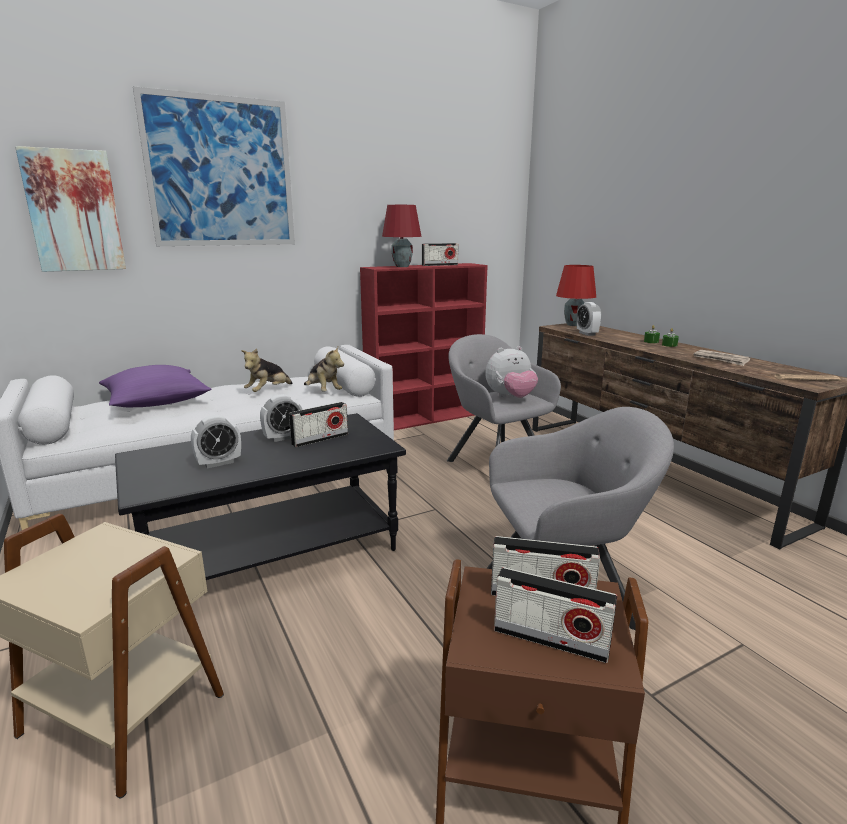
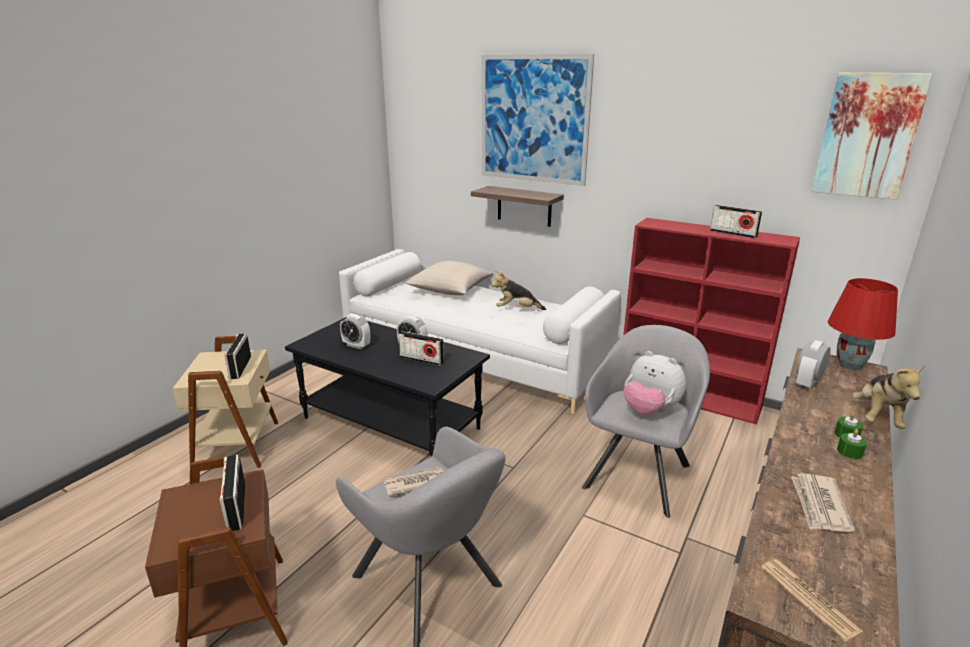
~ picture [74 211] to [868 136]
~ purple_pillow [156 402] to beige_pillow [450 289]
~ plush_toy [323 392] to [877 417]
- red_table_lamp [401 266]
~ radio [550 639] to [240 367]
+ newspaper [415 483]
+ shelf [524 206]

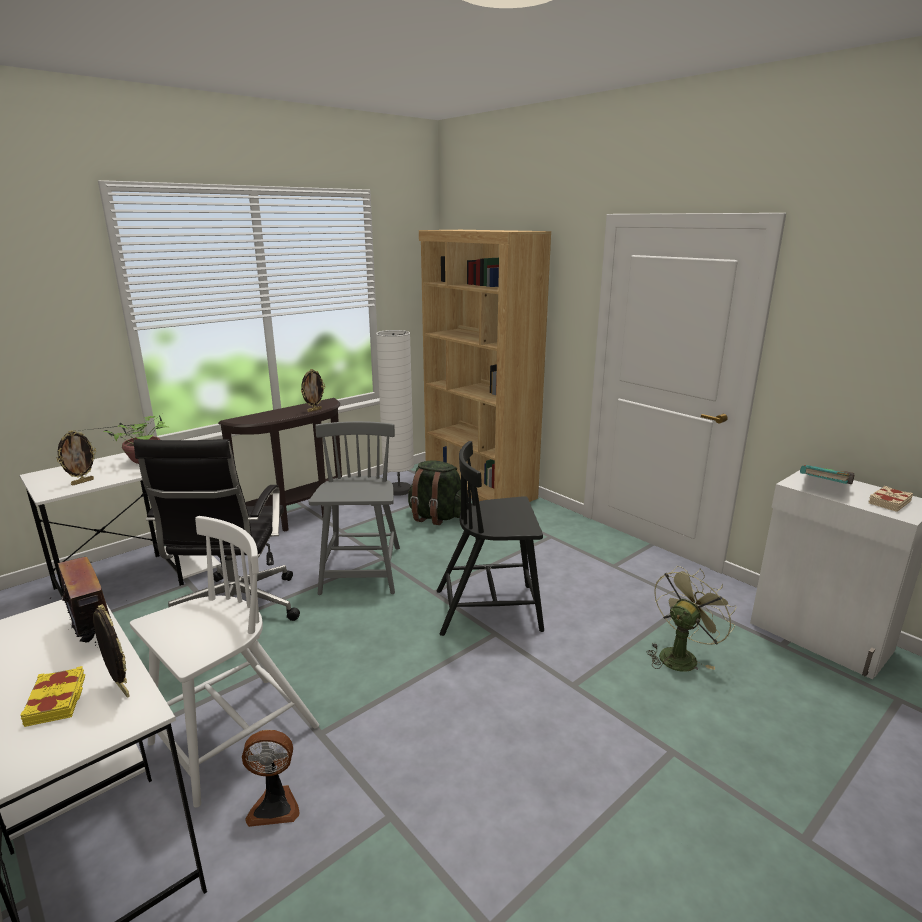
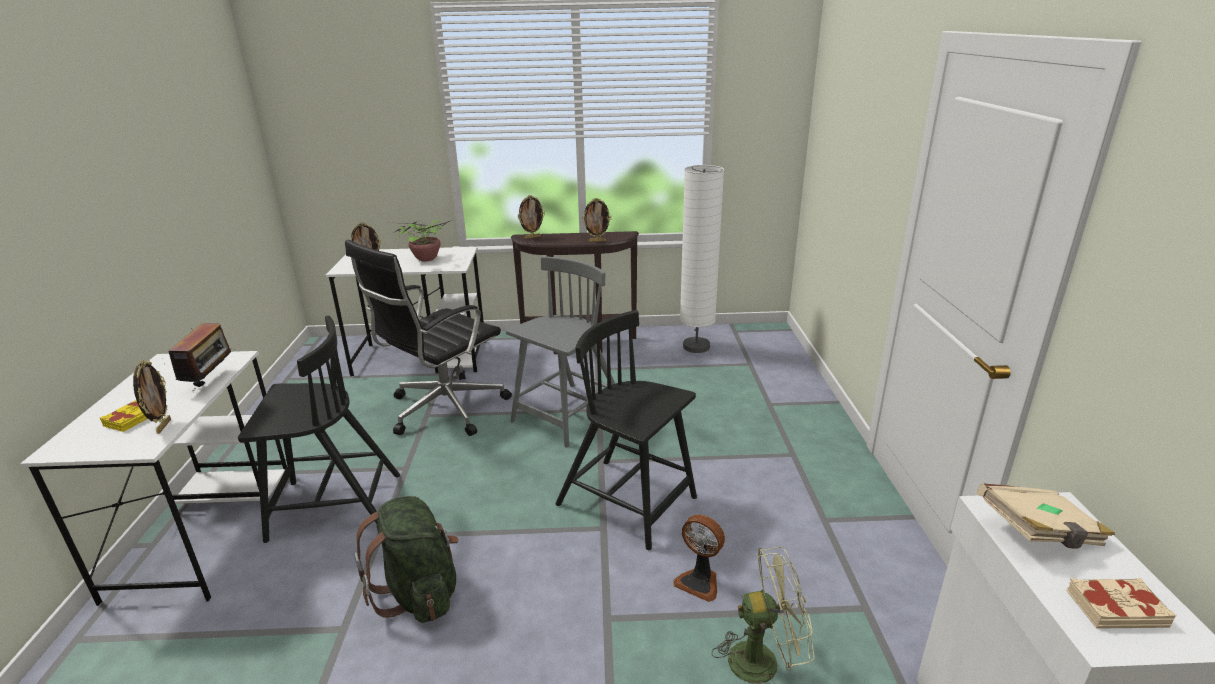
~ white_chair [232 737] to black_chair [333 506]
~ fan [275 805] to [699 582]
~ green_backpack [436 517] to [419 592]
- brown_bookcase [479 487]
~ turquoise_book [825 486] to beige_book [1039 533]
+ picture_frame [532 237]

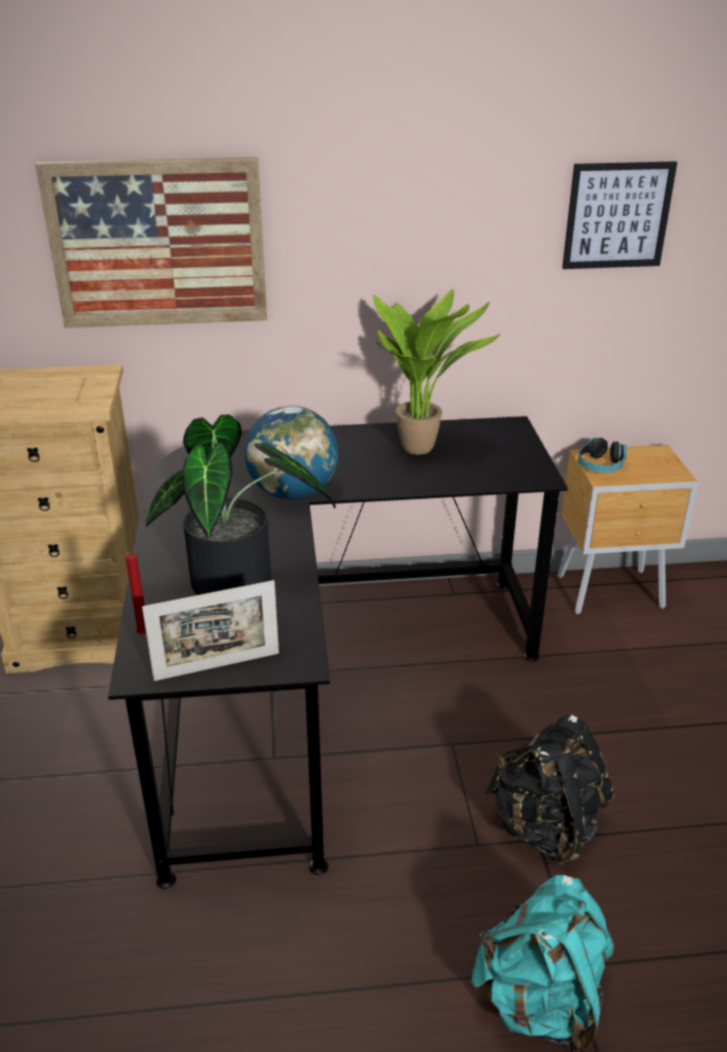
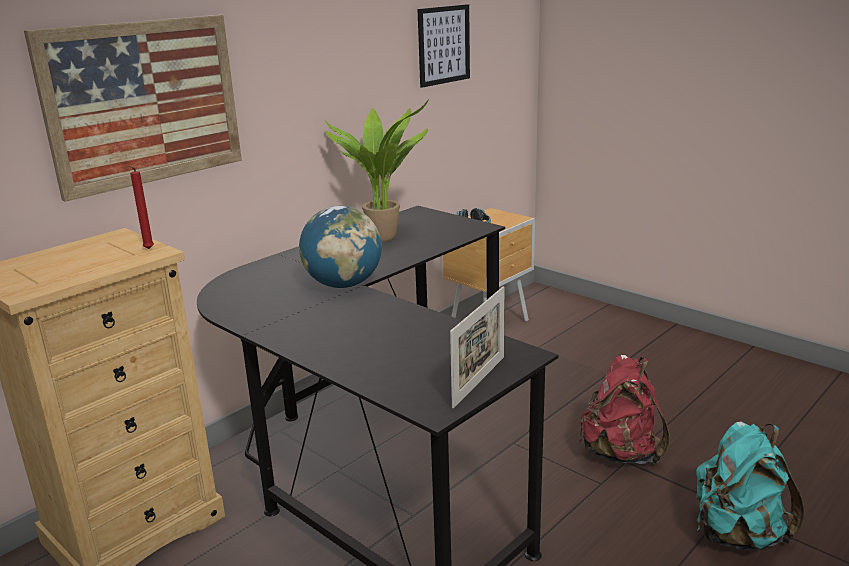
~ red_candle [141 635] to [148 249]
- potted_plant [240 585]
~ black_backpack [545 827] to red_backpack [620 453]

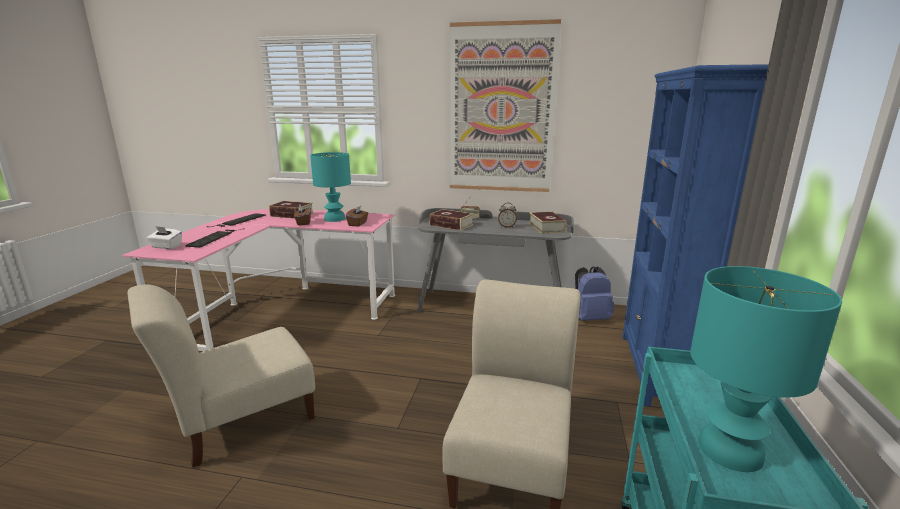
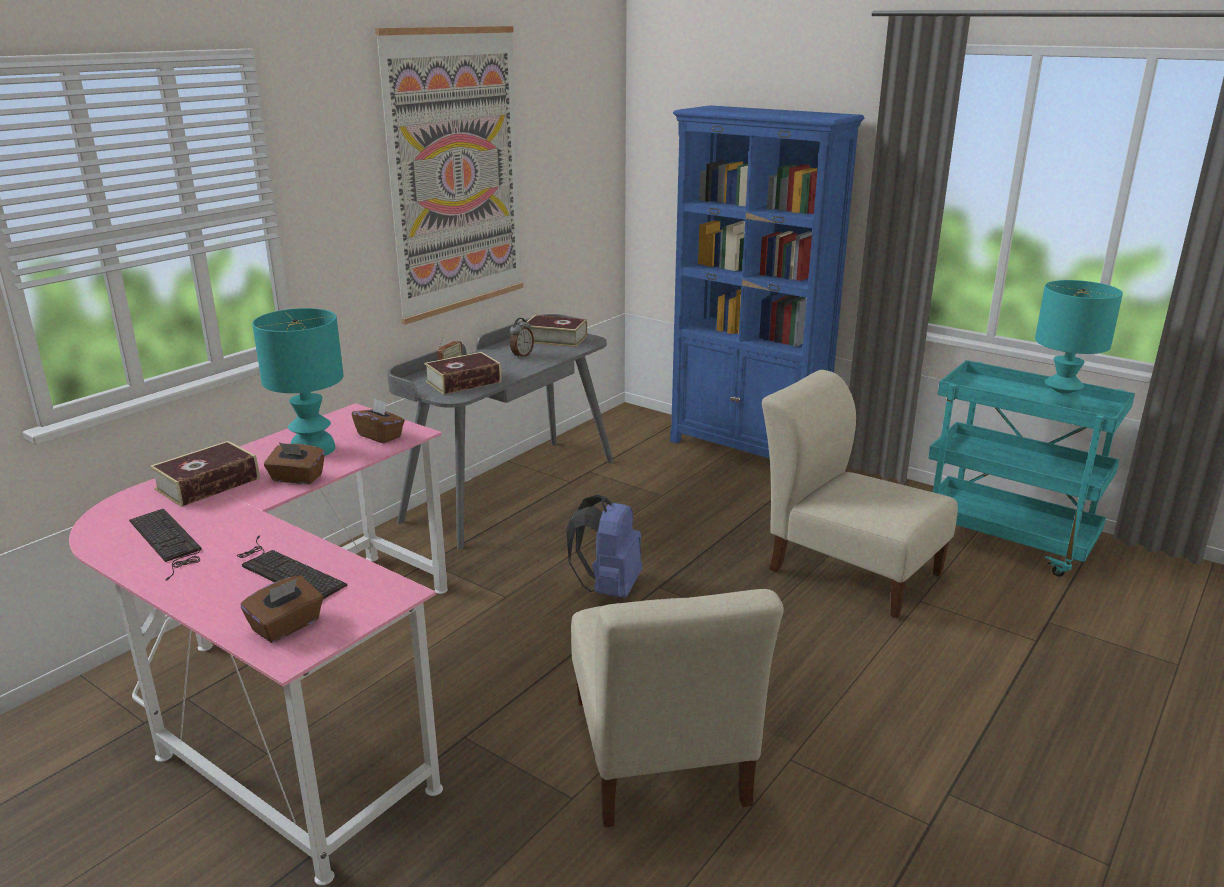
~ white_tissue_box [166 246] to brown_tissue_box [287 626]
~ blue_backpack [589 318] to [608 588]

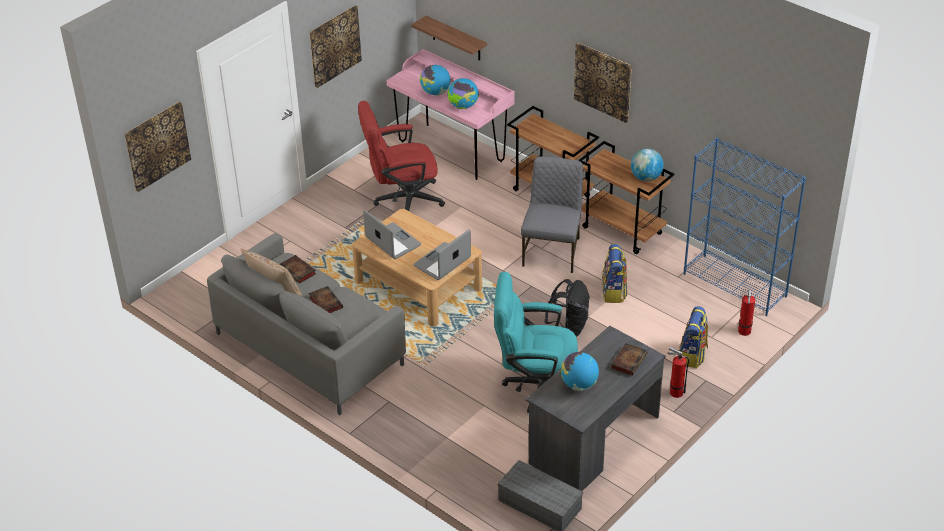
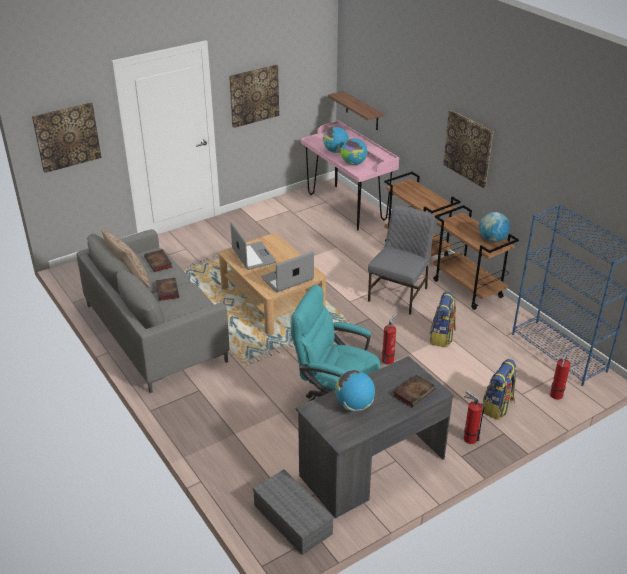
- red_office_chair [402 200]
~ black_backpack [569 328] to fire_extinguisher [388 359]

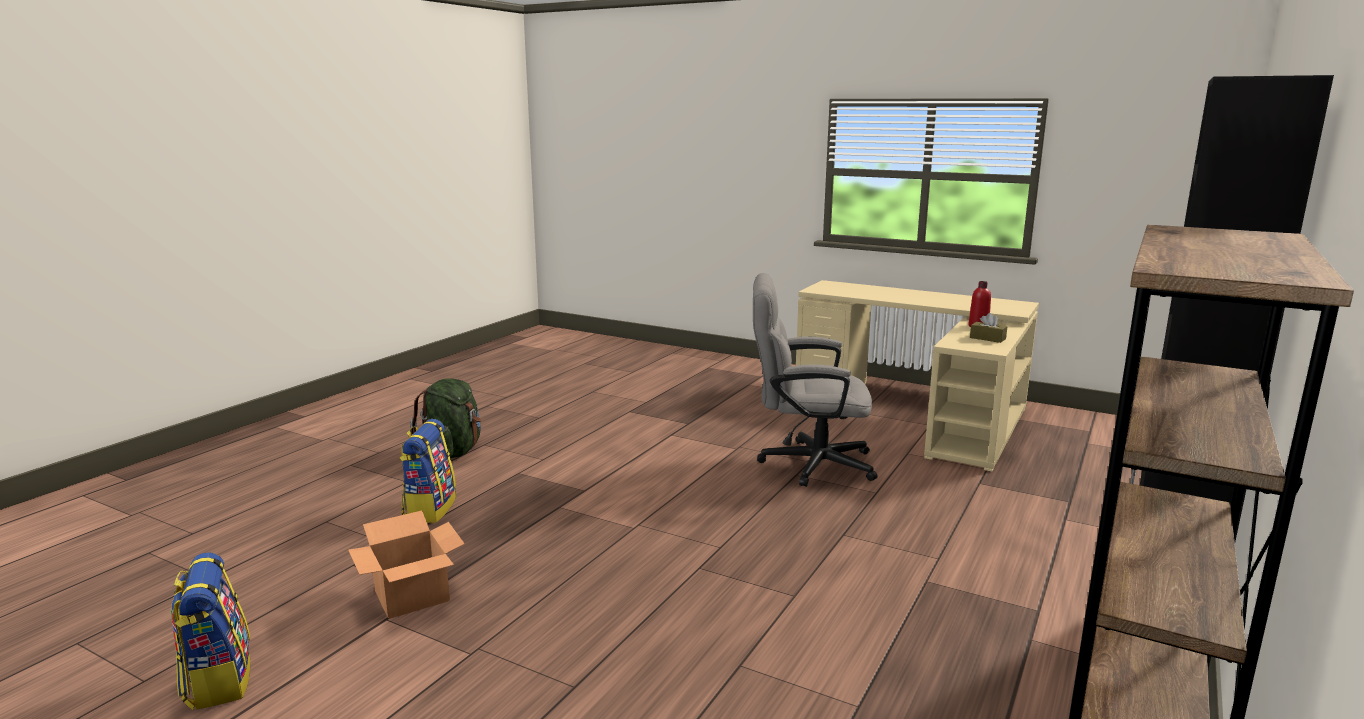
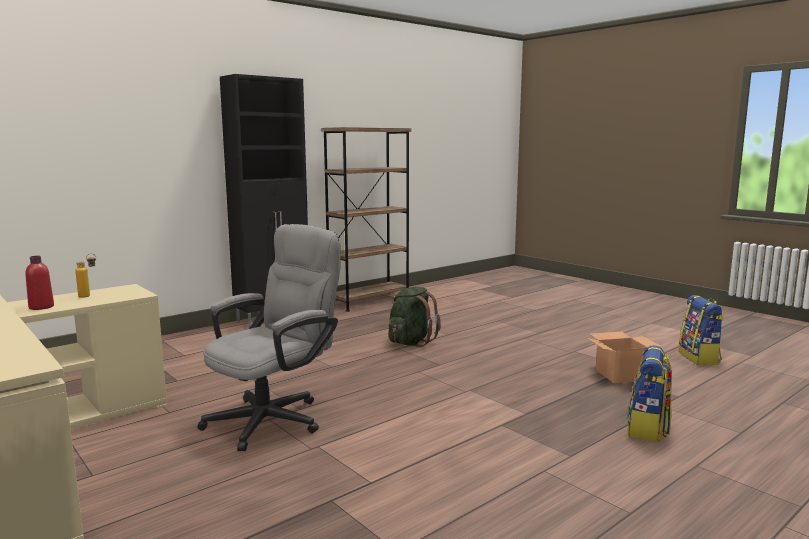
~ green_backpack [453 452] to [411 342]
~ grey_office_chair [806 463] = [275 417] 75 degrees counterclockwise
~ brown_tissue_box [987 338] to bottle [89 296]

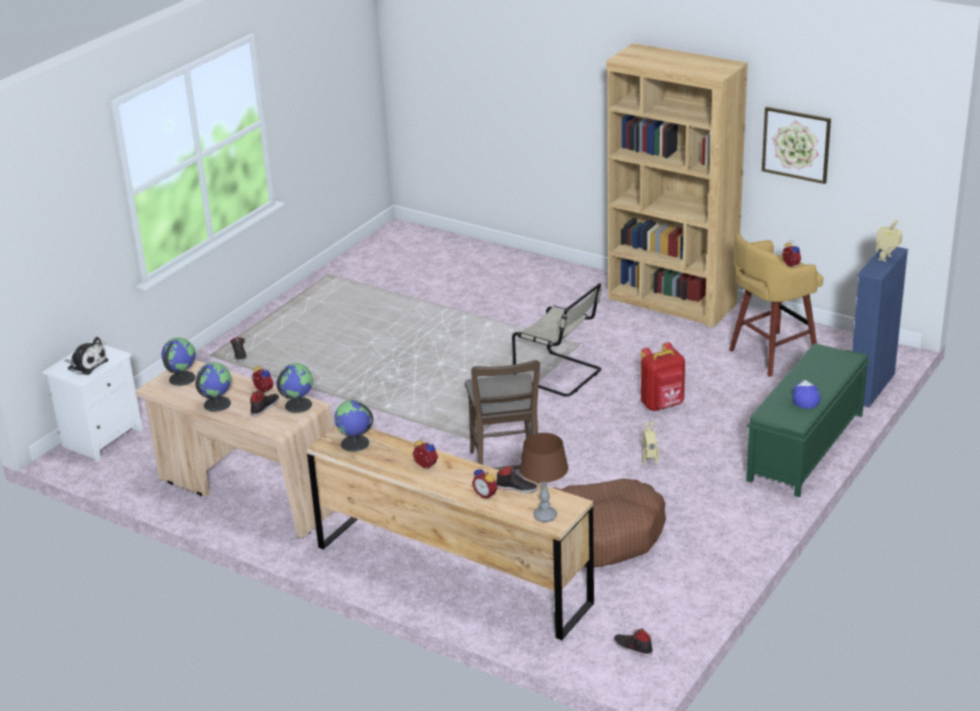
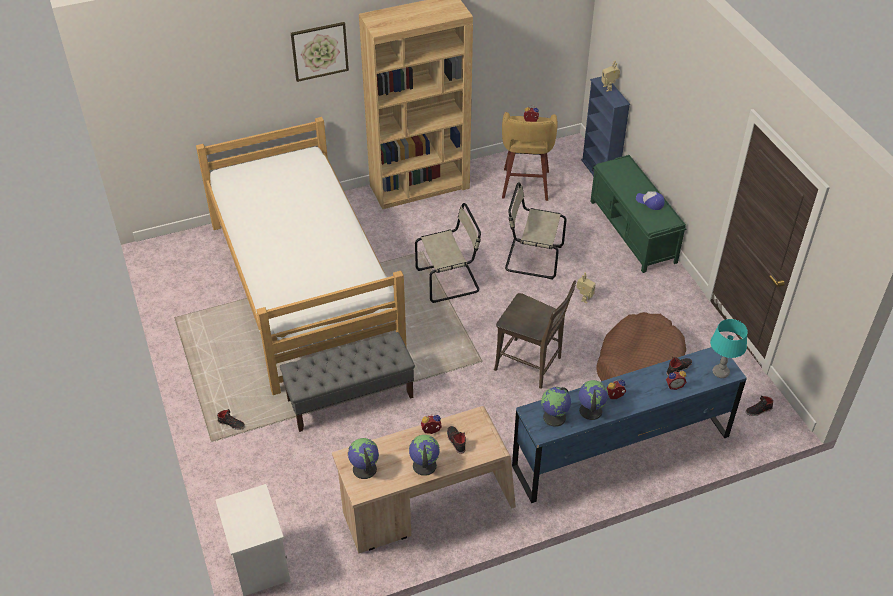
- plush_toy [86 364]
~ globe [298 405] to [590 410]
~ brown_dresser [452 574] to blue_dresser [621 451]
~ brown_table_lamp [545 516] to turquoise_table_lamp [720 372]
~ red_backpack [663 405] to beige_chair [531 258]
~ picture [796 144] to [319 51]
+ bed [304 287]
+ grey_bench [350 398]

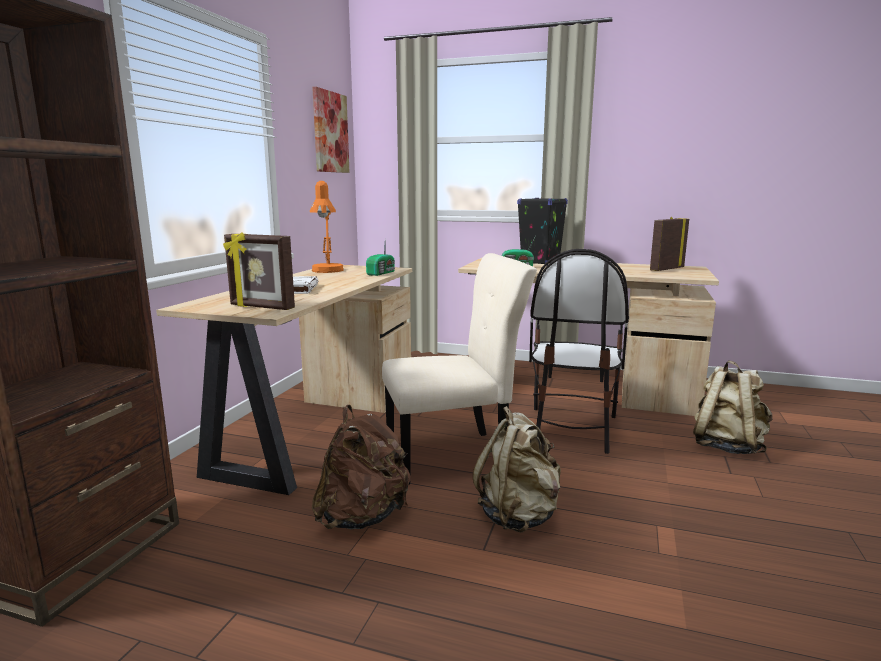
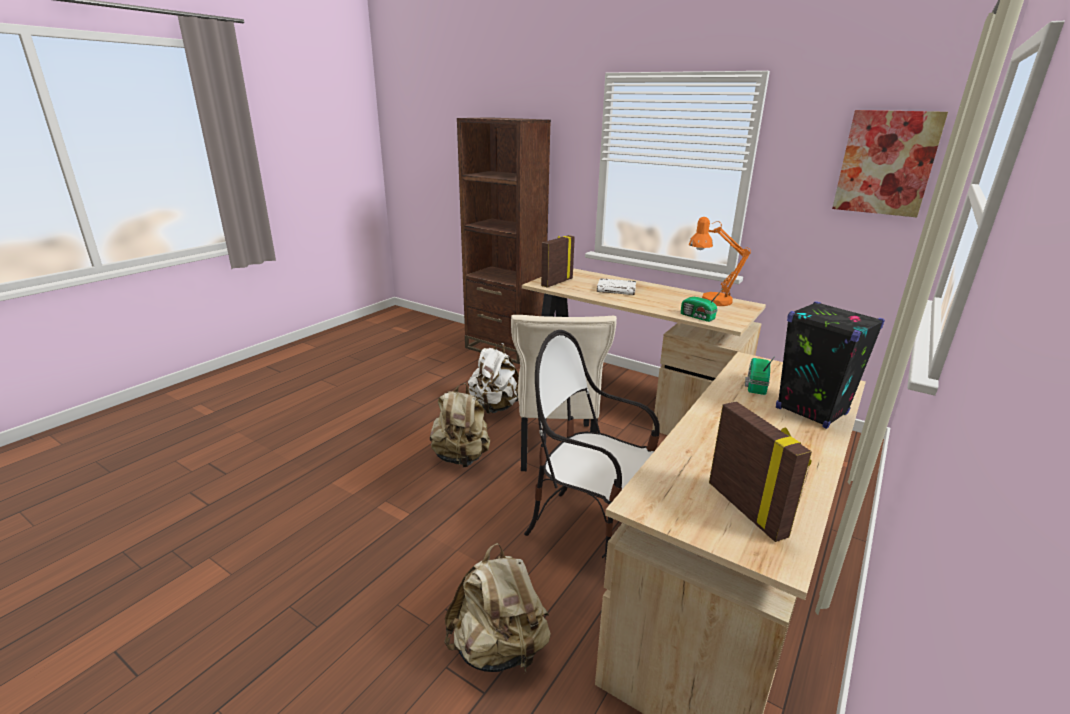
~ brown_backpack [363 517] to white_backpack [494 407]

